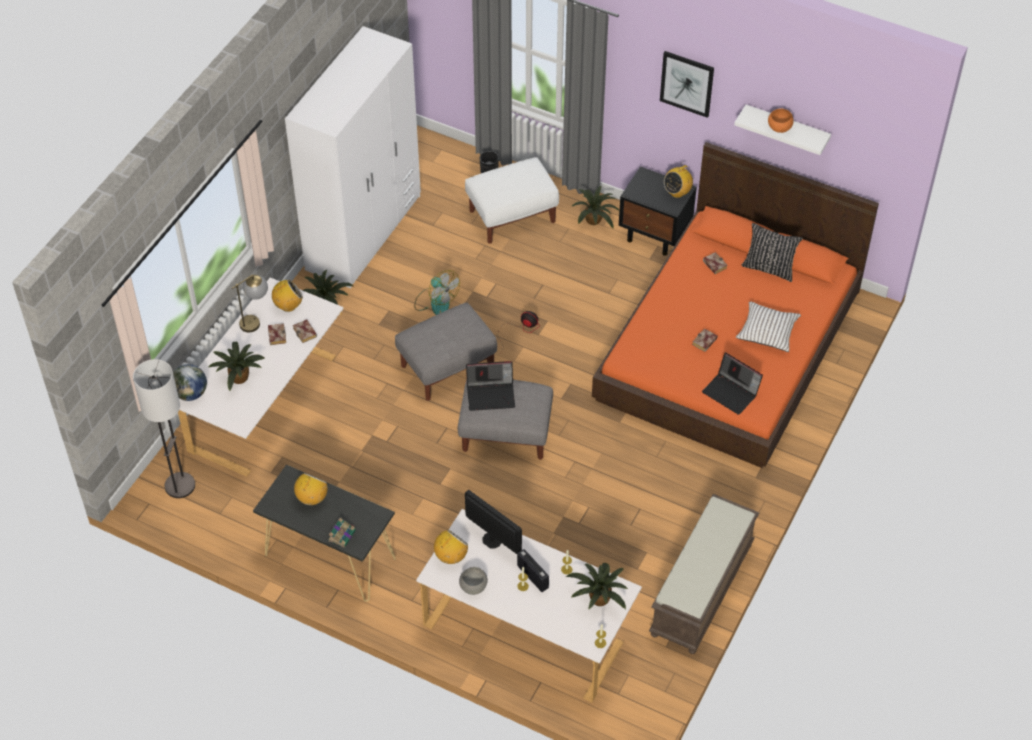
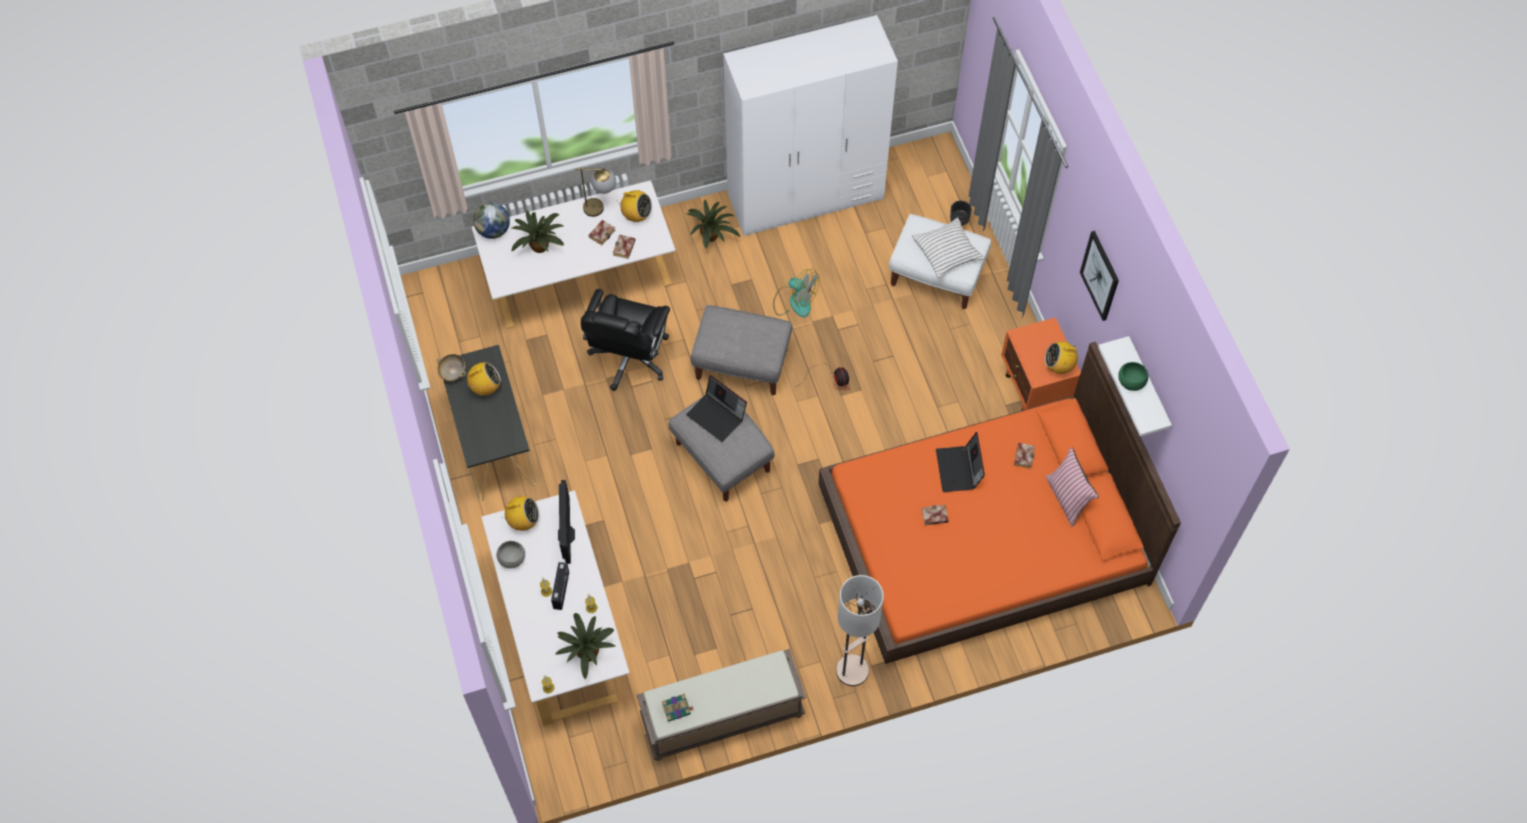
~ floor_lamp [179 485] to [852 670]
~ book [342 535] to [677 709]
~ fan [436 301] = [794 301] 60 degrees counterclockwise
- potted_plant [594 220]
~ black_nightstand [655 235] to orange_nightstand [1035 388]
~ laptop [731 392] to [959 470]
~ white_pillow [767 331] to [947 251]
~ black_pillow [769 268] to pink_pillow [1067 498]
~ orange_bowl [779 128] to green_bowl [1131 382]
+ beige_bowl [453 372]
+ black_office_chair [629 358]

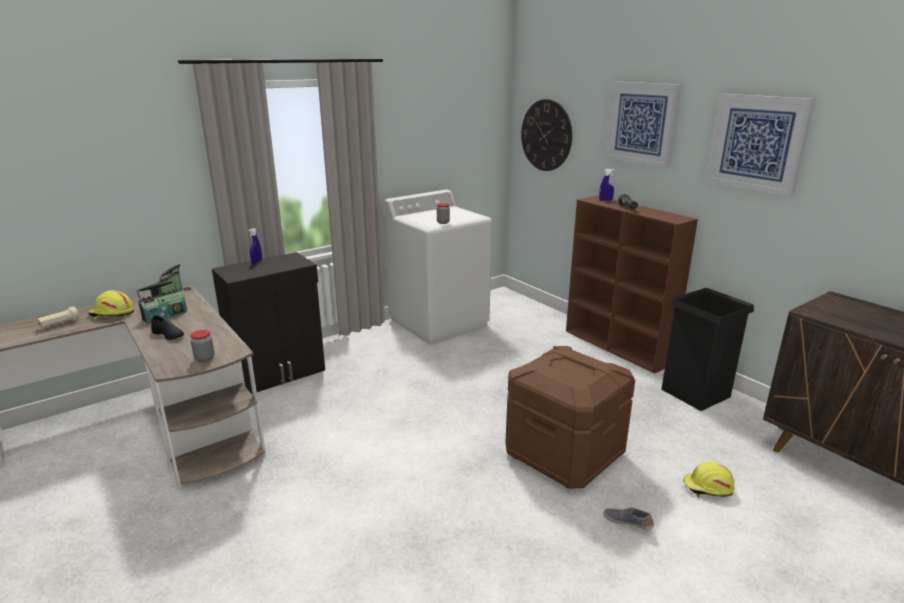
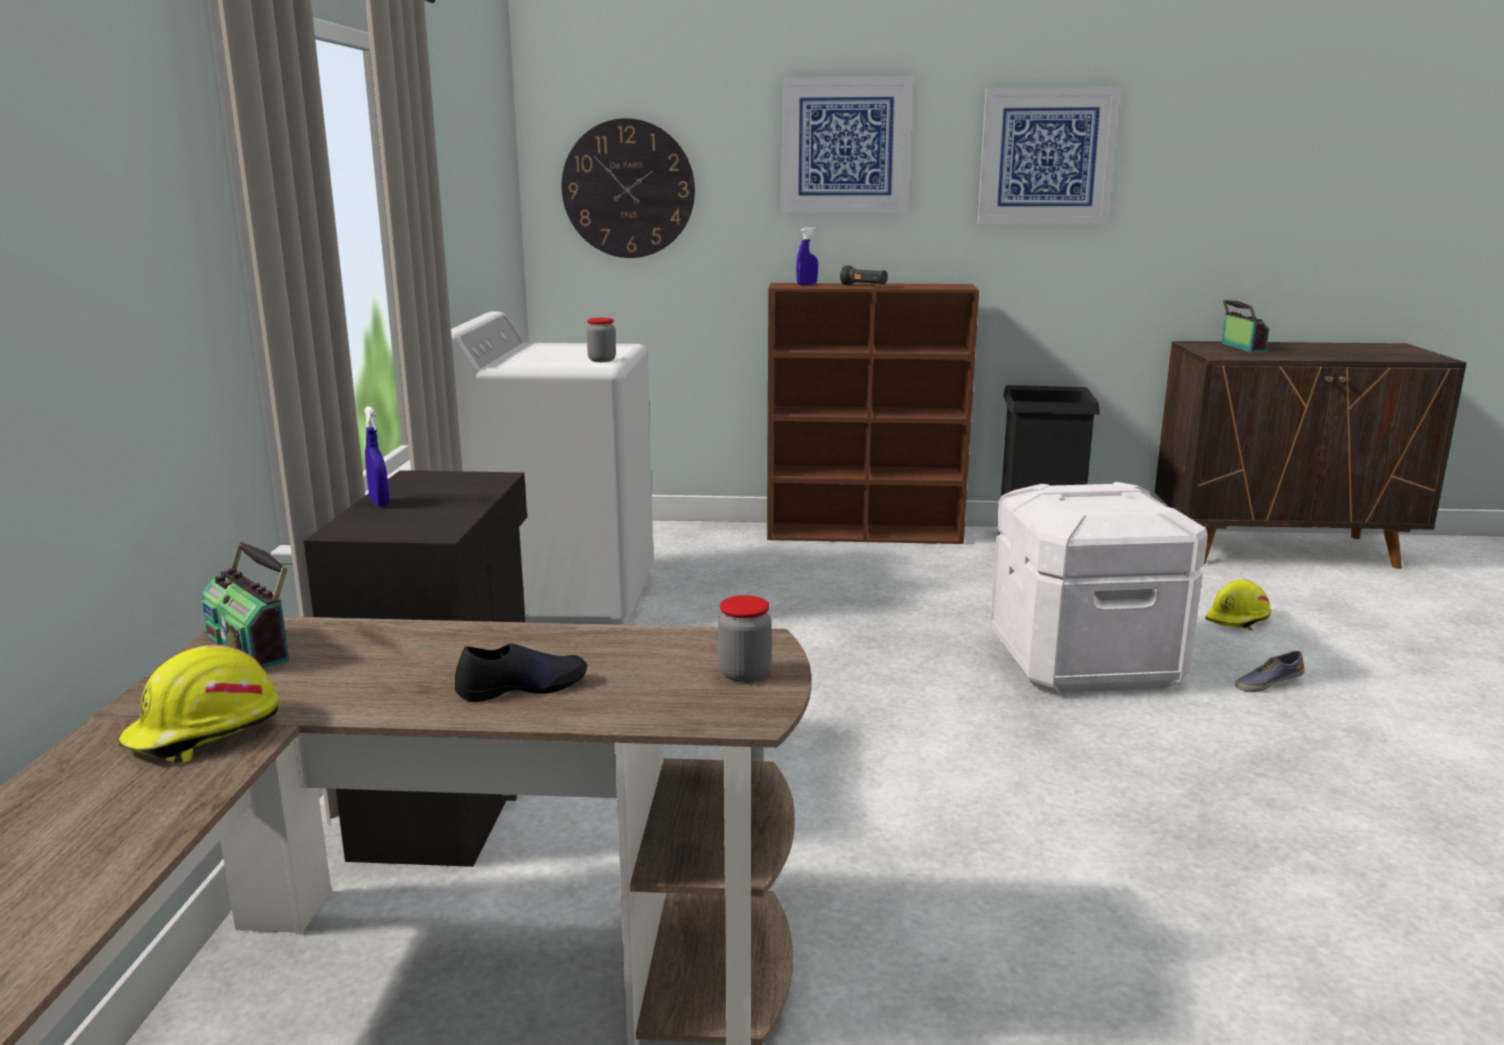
- beige_flashlight [59 324]
~ radio [164 315] to [1241 347]
~ brown_storage_box [563 455] to white_storage_box [1083 662]

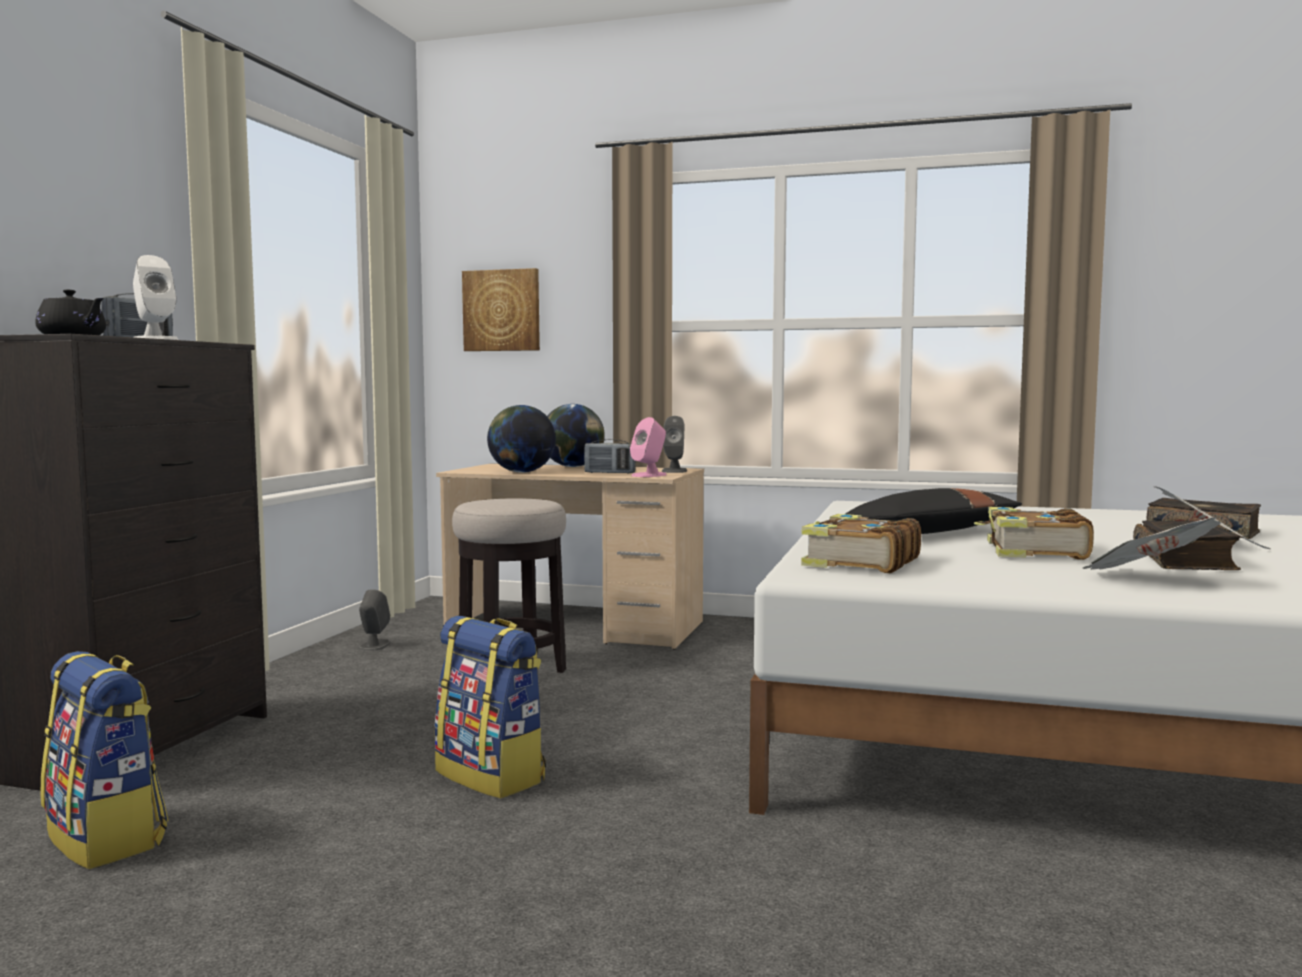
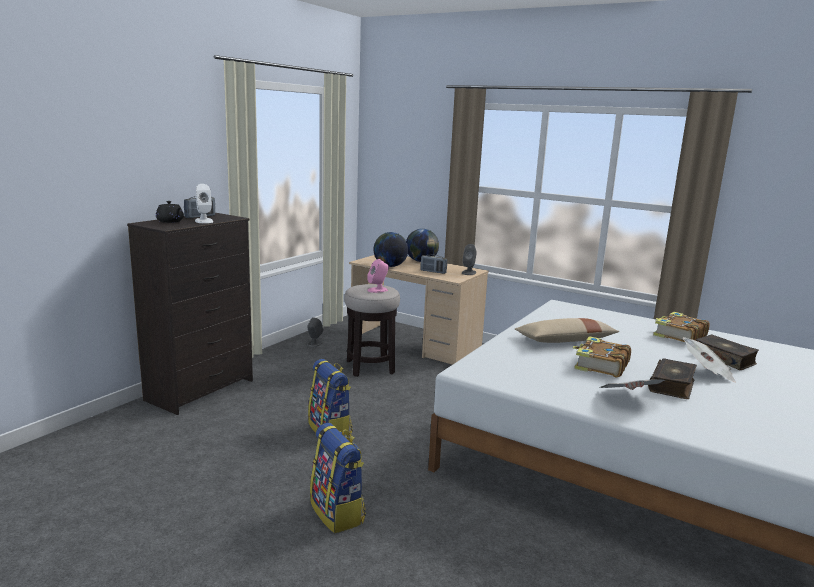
~ backpack [108 838] to [338 513]
- picture [502 310]
~ pink_speaker [649 475] to [378 290]
~ book [859 562] to [679 336]
~ black_pillow [929 533] to beige_pillow [565 341]

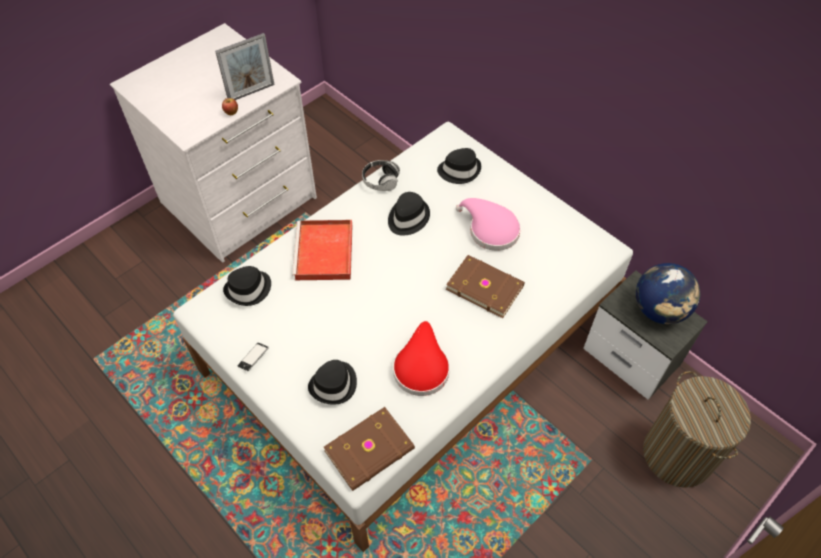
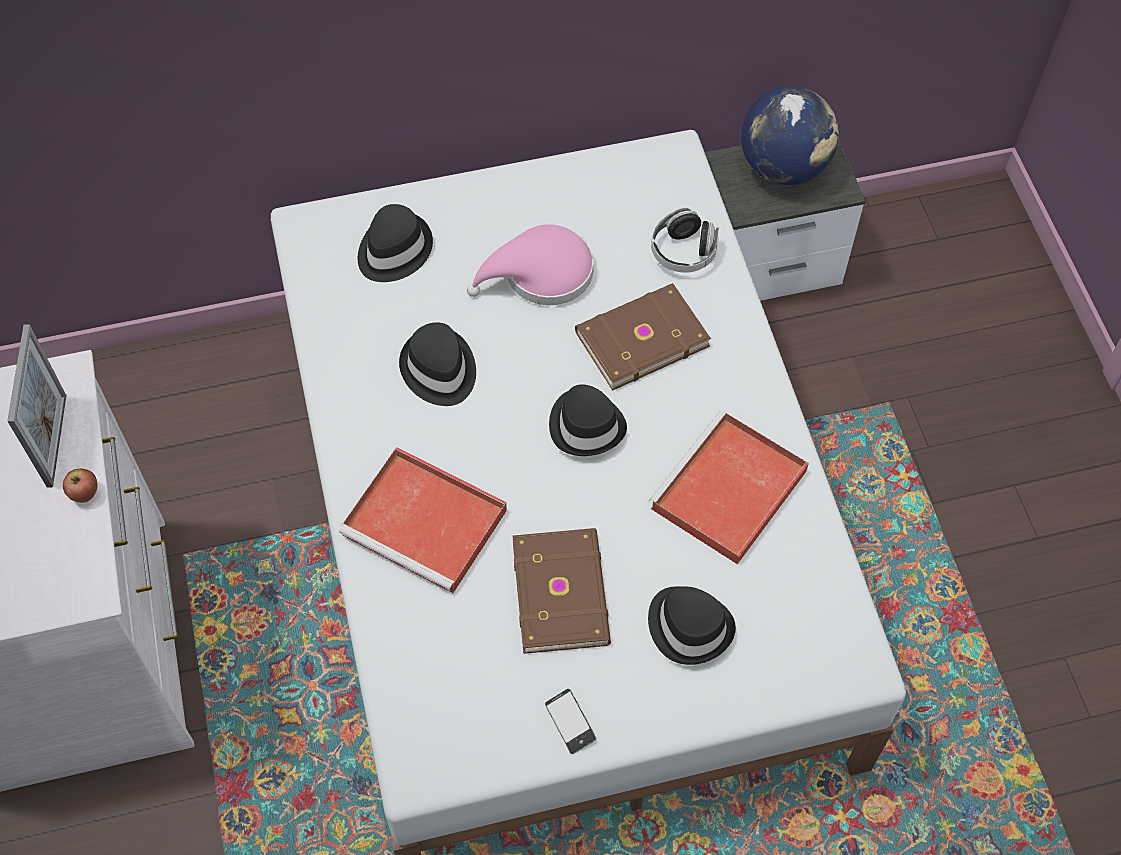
~ black_hat [249 289] to [587 425]
~ brown_book [370 451] to [563 592]
~ headphones [381 181] to [683 252]
~ red_hat [421 366] to red_tray [728 492]
- laundry_basket [677 454]

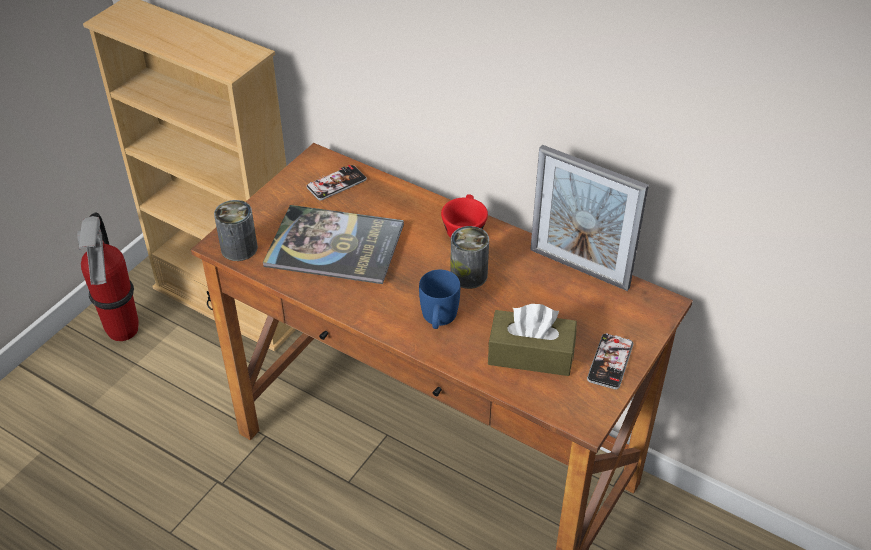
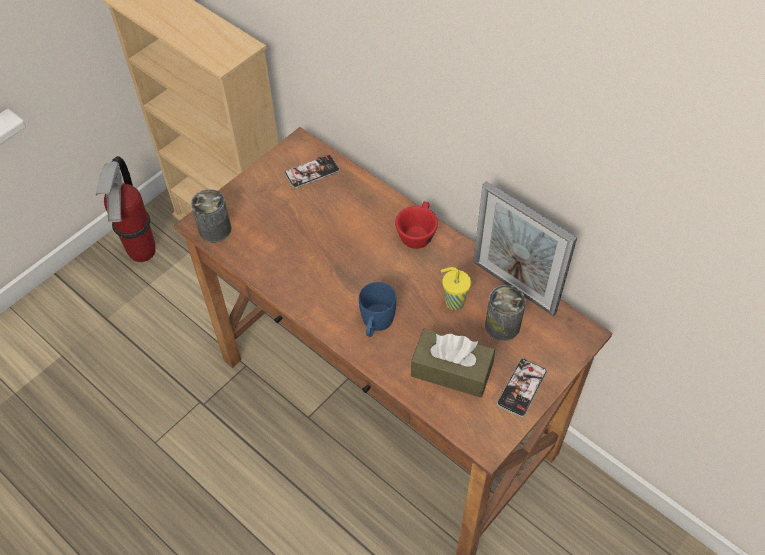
- book [335 246]
~ can [468 275] to [502 326]
+ yellow_cup [453 302]

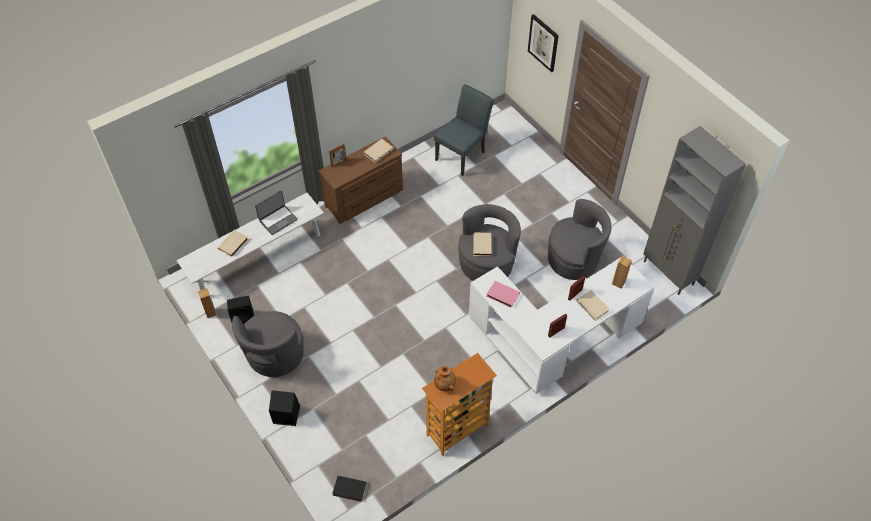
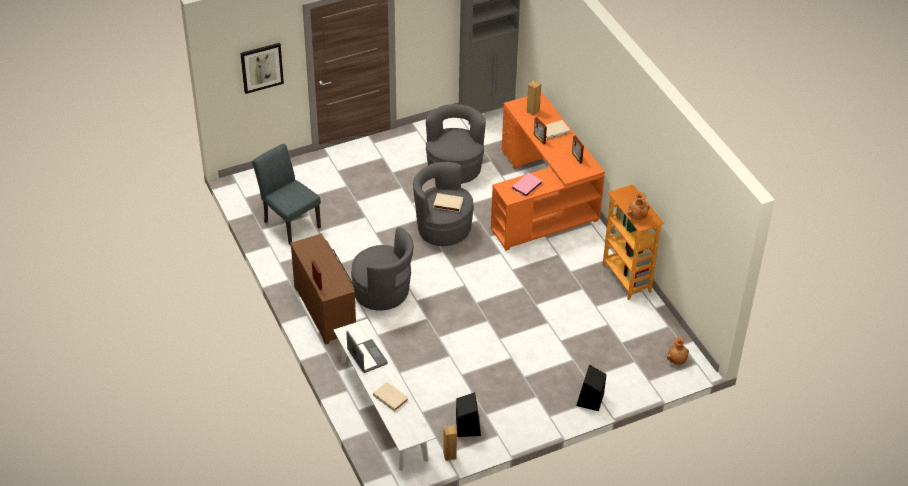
~ grey_armchair [275 356] to [383 292]
~ black_book [349 490] to brown_vase [677 361]
- beige_book [378 151]
~ white_desk [554 340] to orange_desk [543 198]

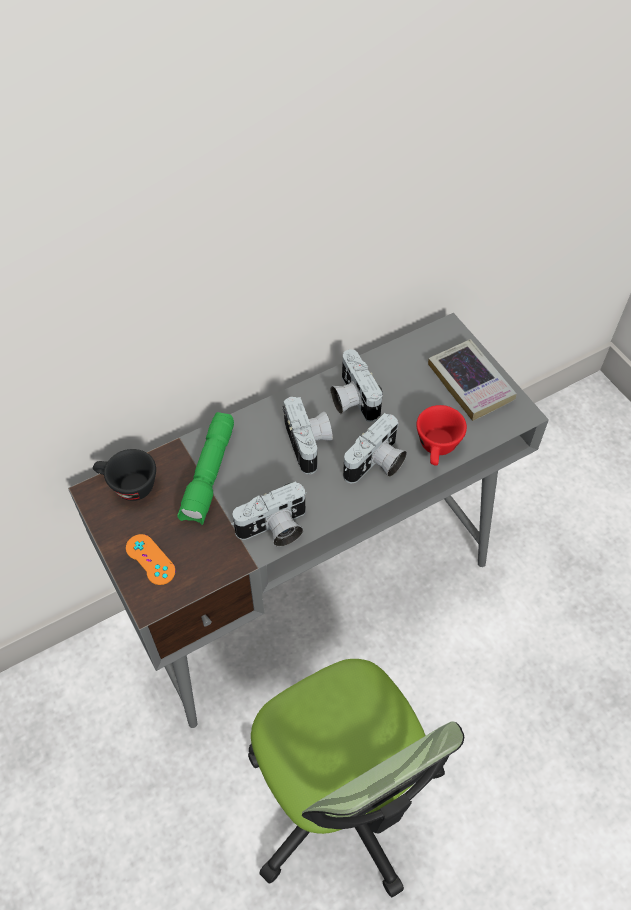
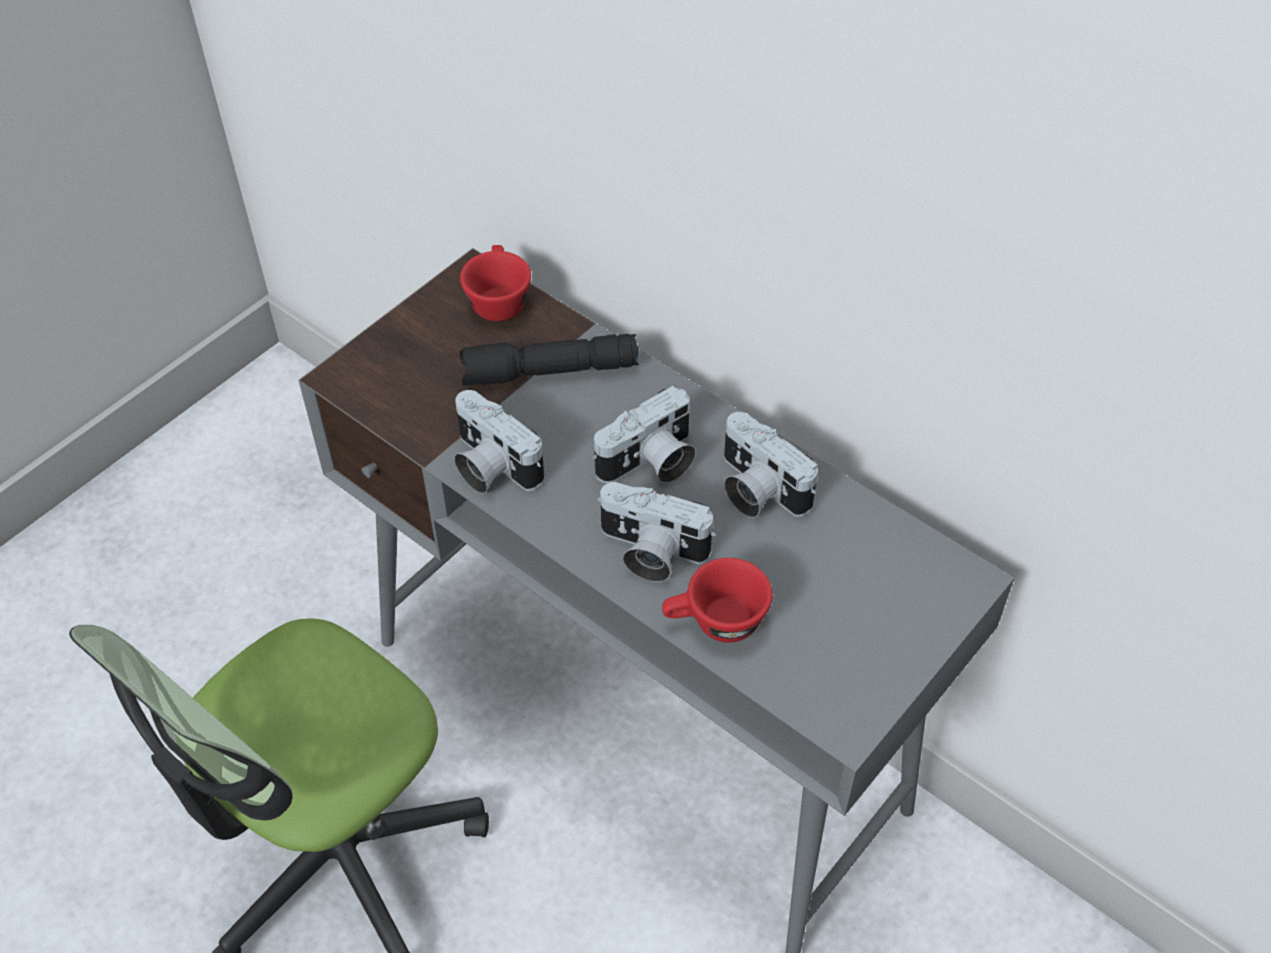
~ black_cup [127 486] to red_cup [497 299]
- orange_game_controller [150 559]
~ green_flashlight [210 475] to black_flashlight [548 373]
~ photo_camera [352 399] = [756 489] 90 degrees counterclockwise
- book [470 383]

